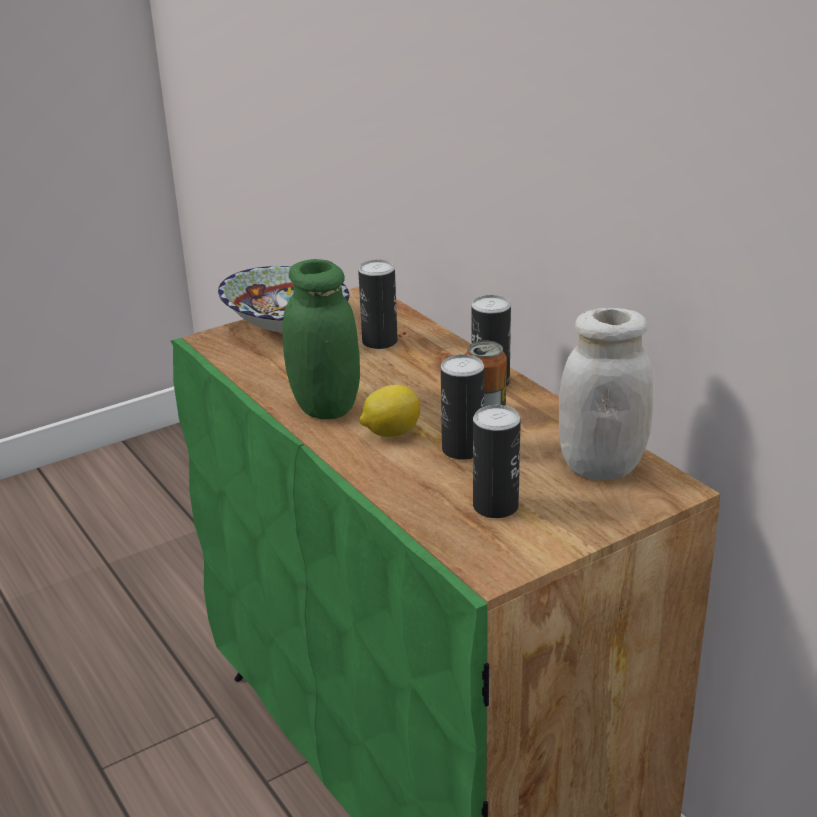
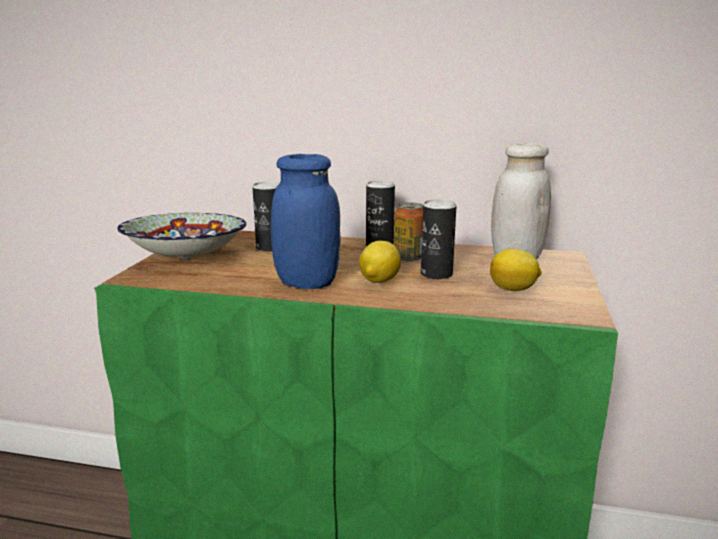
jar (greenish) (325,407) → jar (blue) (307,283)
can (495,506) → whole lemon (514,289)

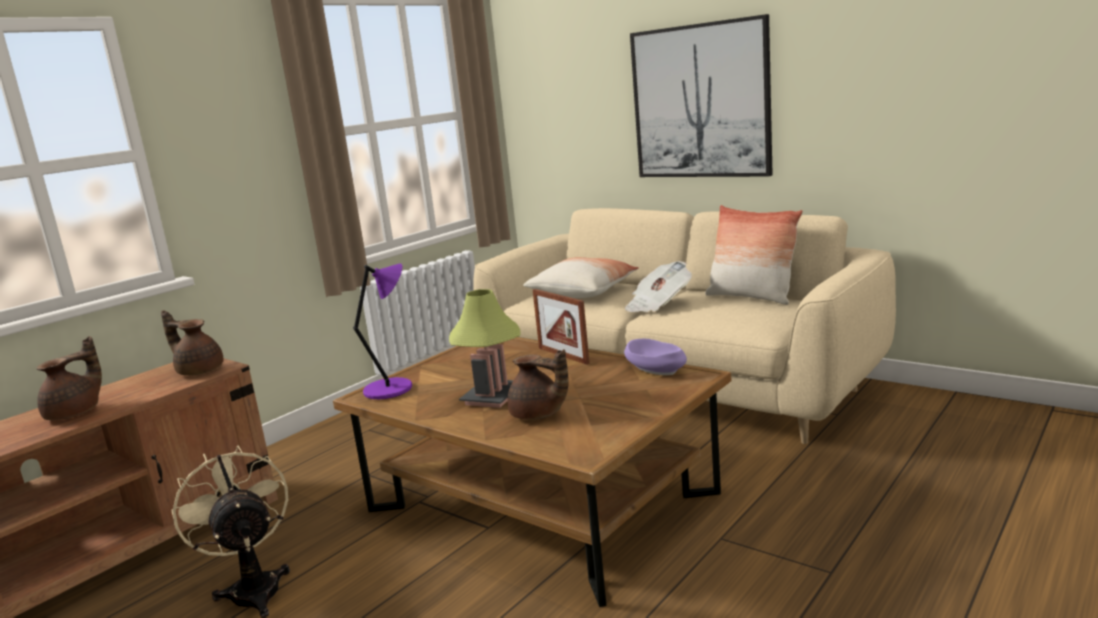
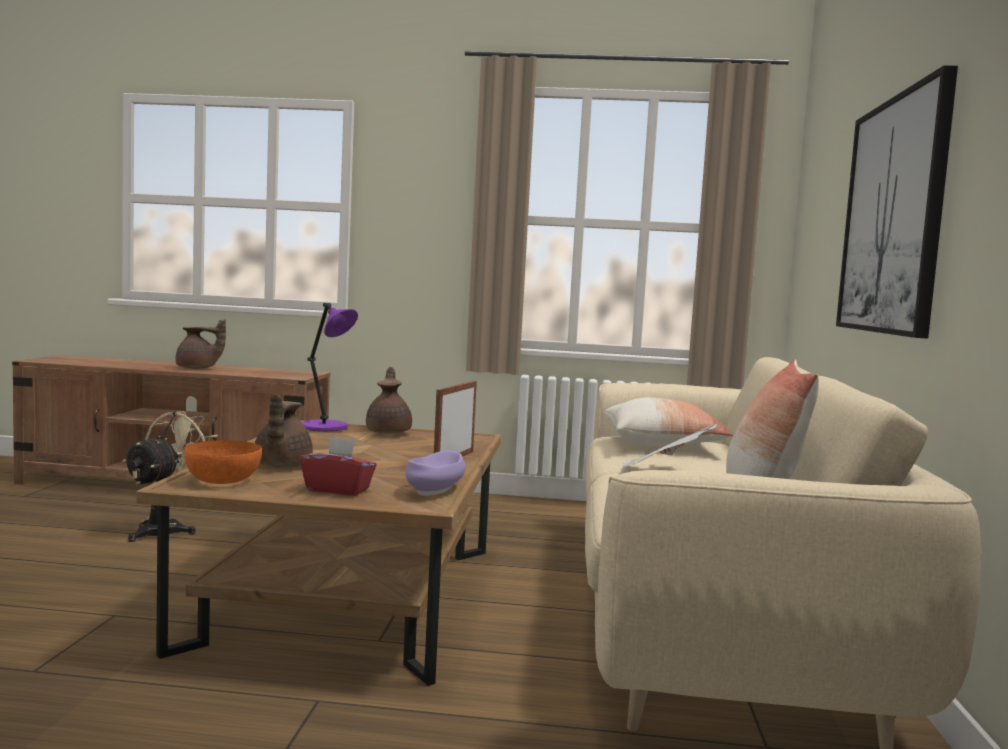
table lamp (492,397) → -
teapot (brown-coloured) (199,370) → teapot (brown-coloured) (389,432), move
- → tissue box (red) (338,490)
- → bowl (orangey) (224,480)

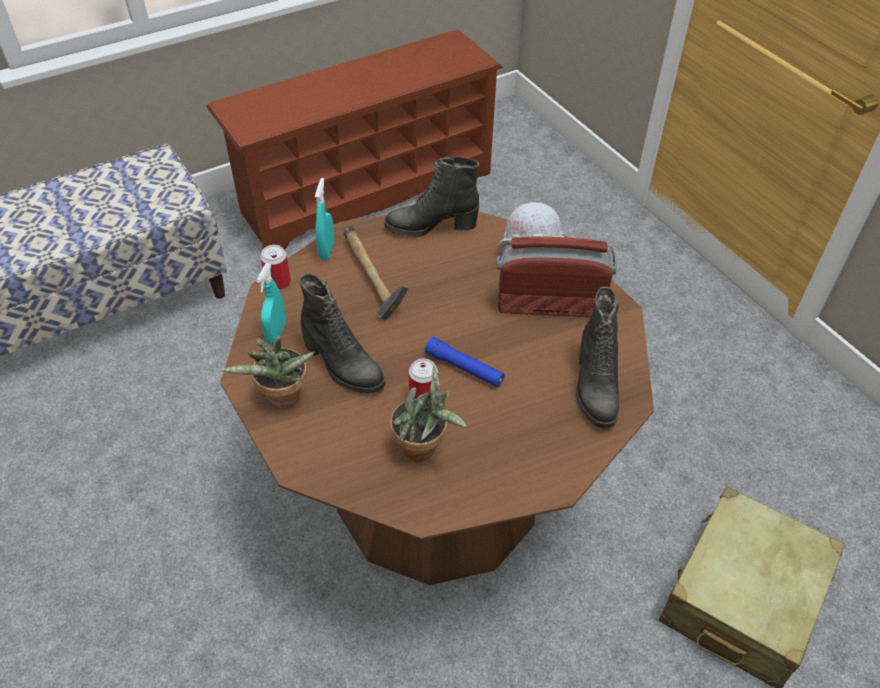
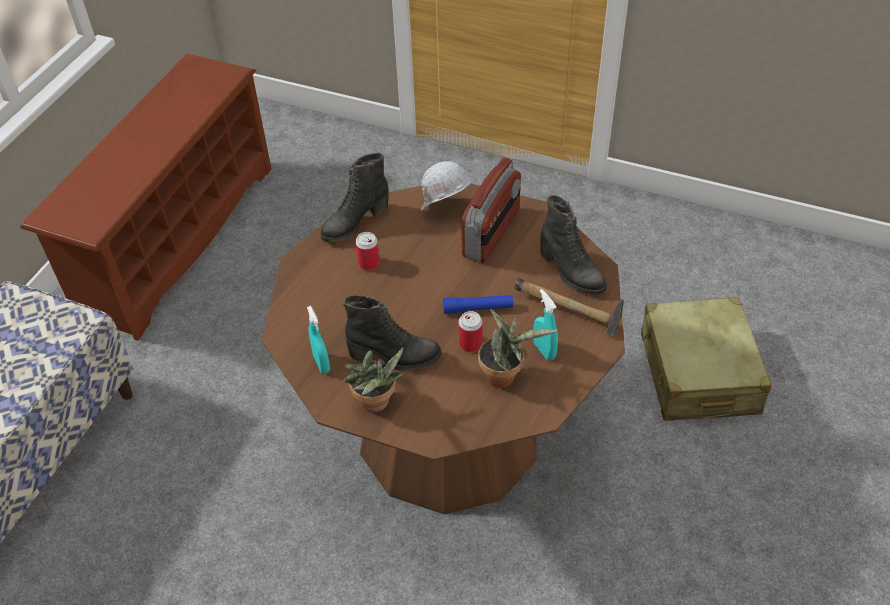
hand sprayer (turquoise-coloured) (327,251) → hand sprayer (turquoise-coloured) (544,350), move
hand hammer (371,281) → hand hammer (569,313), move
radio (549,305) → radio (492,234), 150 degrees clockwise
can (278,282) → can (369,263), move

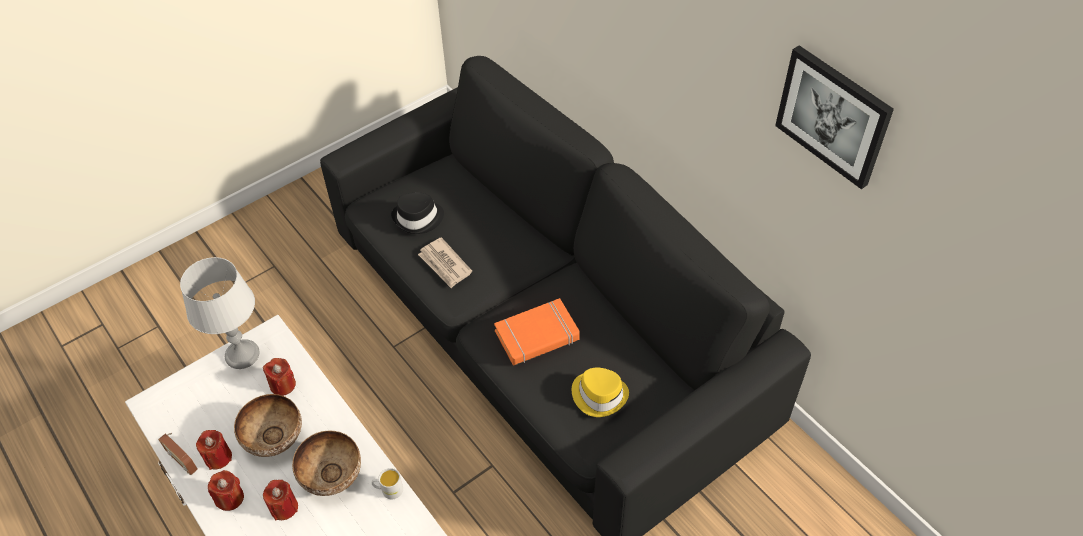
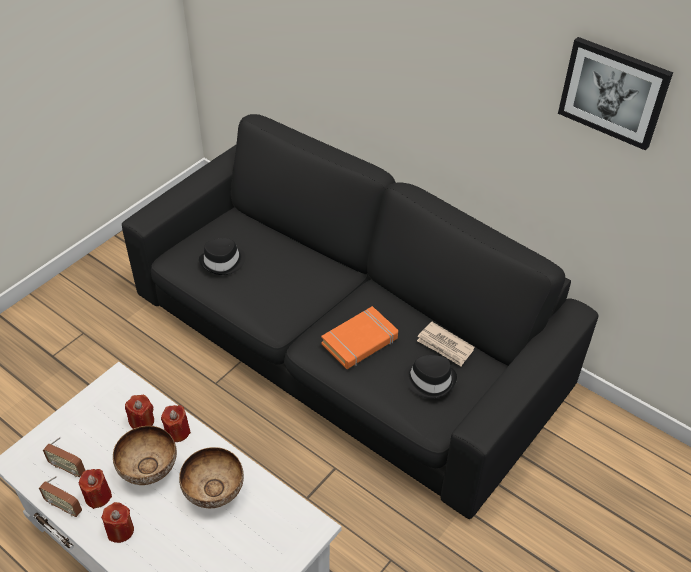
printed paper (445,265) → printed paper (445,346), move
table lamp (gray) (243,355) → -
wearable hat (yellow) (599,395) → wearable hat (blackish) (430,380)
tea mug (whitish) (388,490) → -
wax light (red) (284,507) → wax light (red) (177,432), move
- → radio (68,468)

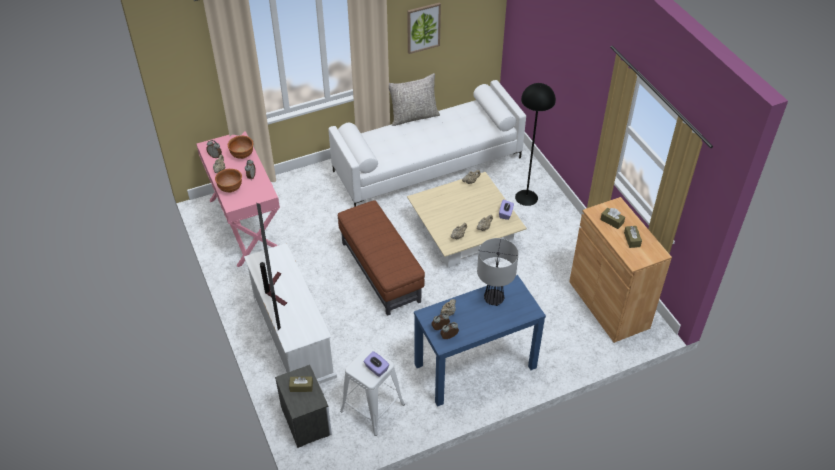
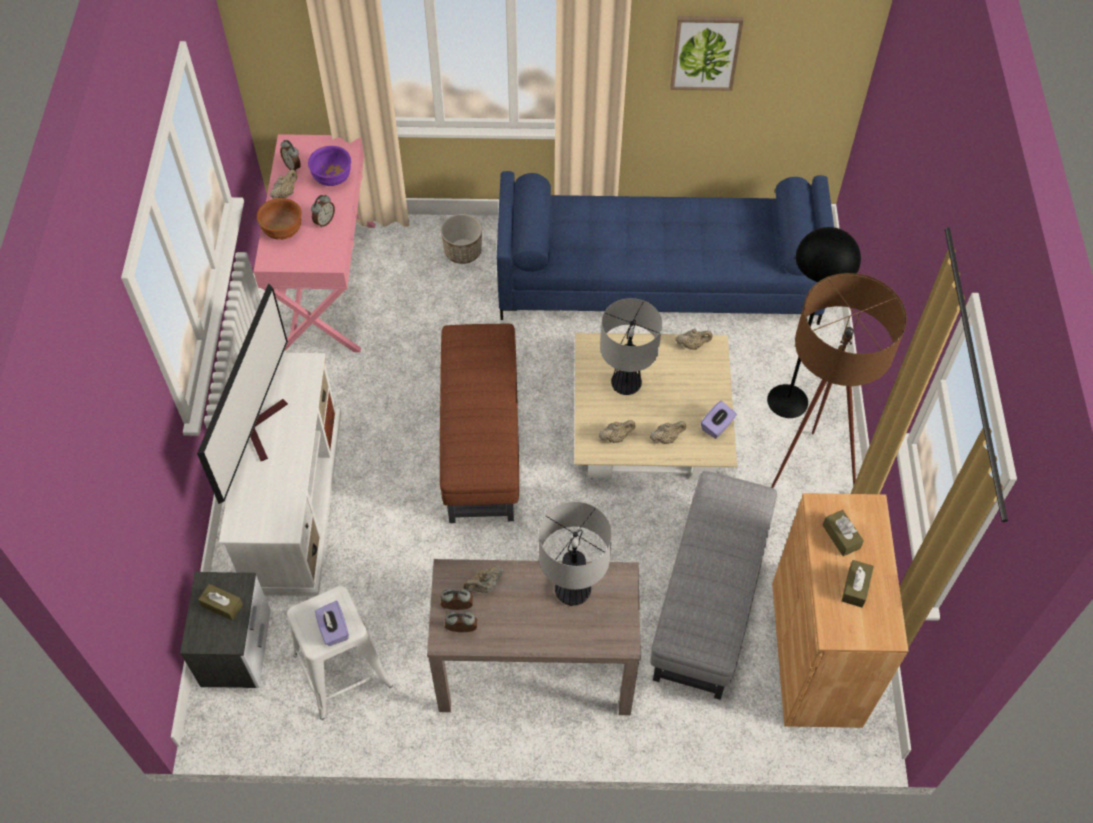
cushion (gray) (413,116) → -
settee (whitish) (427,164) → settee (blue) (659,280)
bowl (brown-coloured) (242,155) → bowl (purple) (332,179)
console table (blue) (475,366) → console table (brown-coloured) (534,669)
- → plant pot (463,252)
- → floor lamp (brown-coloured) (802,478)
- → table lamp (625,384)
- → footrest (gray) (709,602)

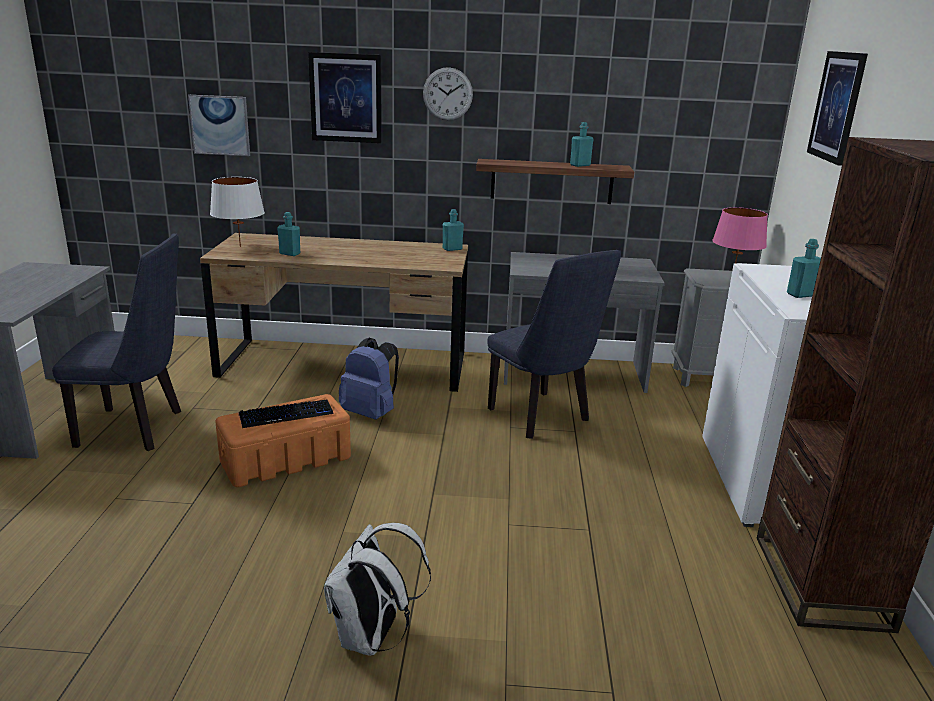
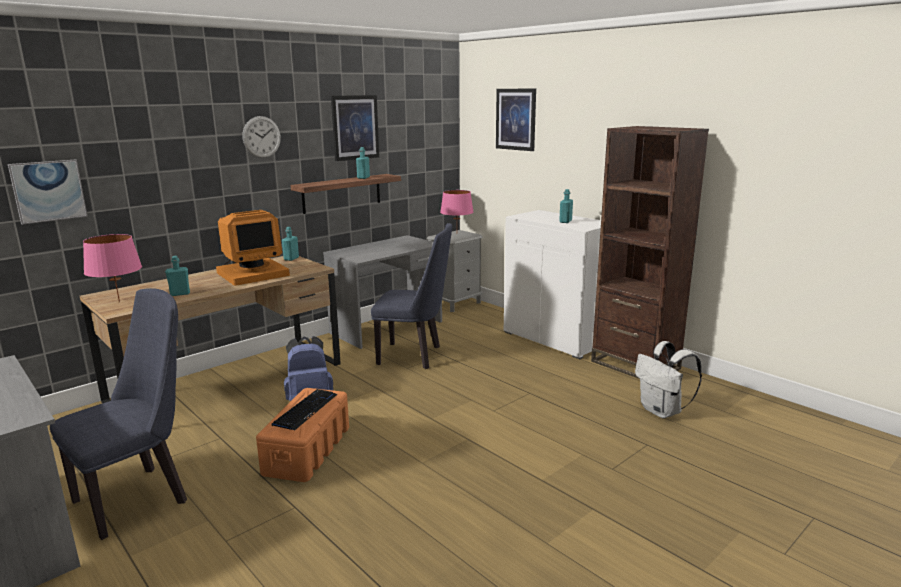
wall art (346,98) → wall art (355,127), move
table lamp (whitish) (240,246) → table lamp (pink) (119,302)
rucksack (whitish) (372,638) → rucksack (whitish) (662,411), move
- → computer screen (252,273)

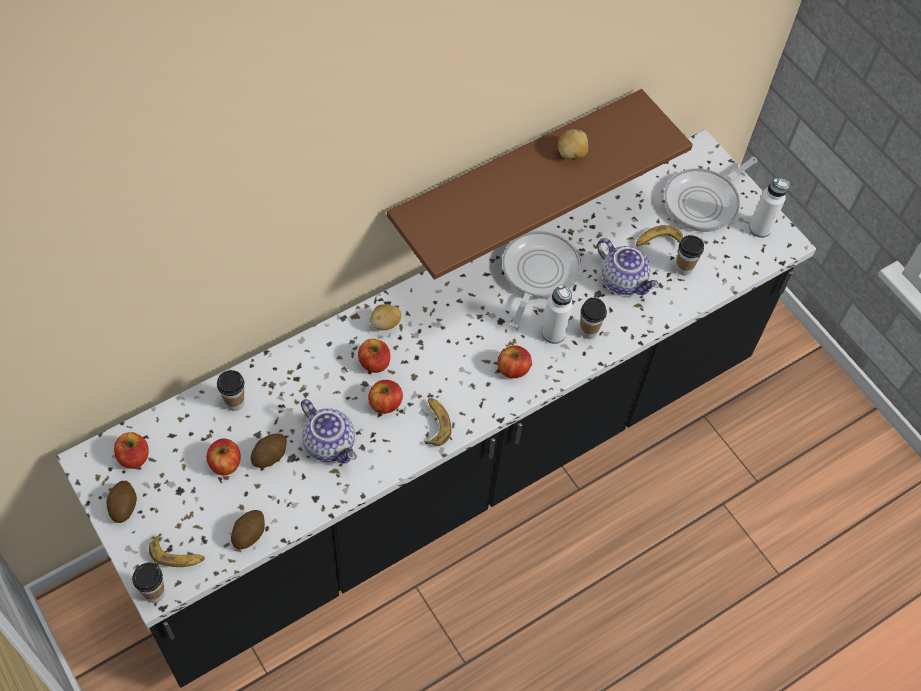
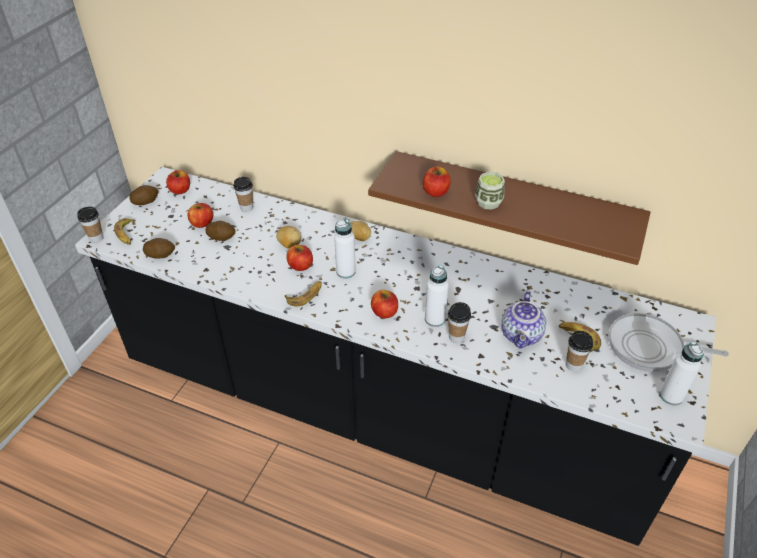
whole potato (571,154) → whole potato (289,245), move
pan (537,274) → -
apple fruit (374,363) → apple fruit (436,192), move
teapot (330,444) → -
- → small cup (488,202)
- → drink bottle (whitish) (346,272)

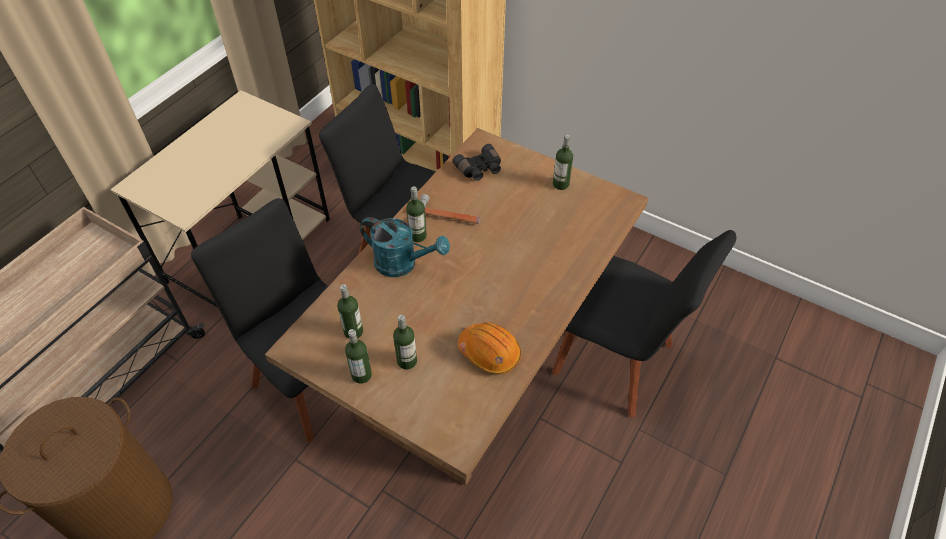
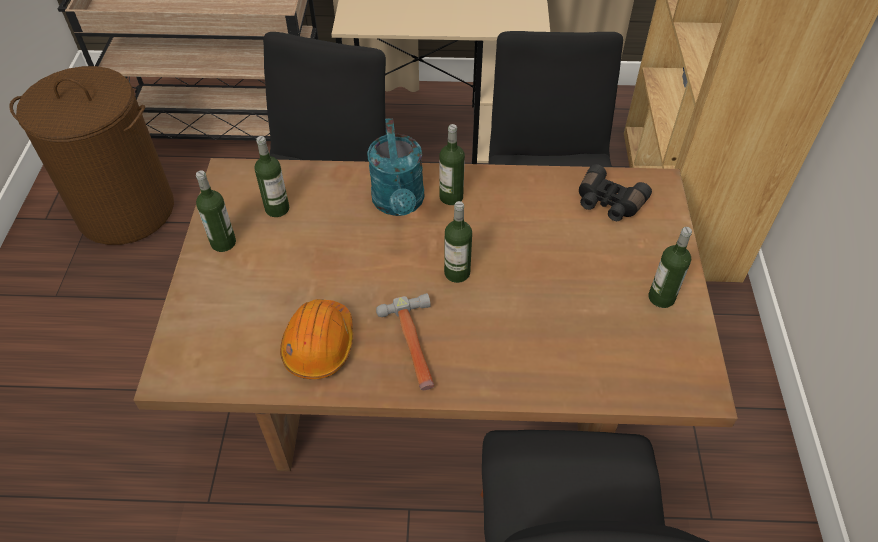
hand hammer (448,217) → hand hammer (414,346), move
drink bottle (407,361) → drink bottle (457,273), move

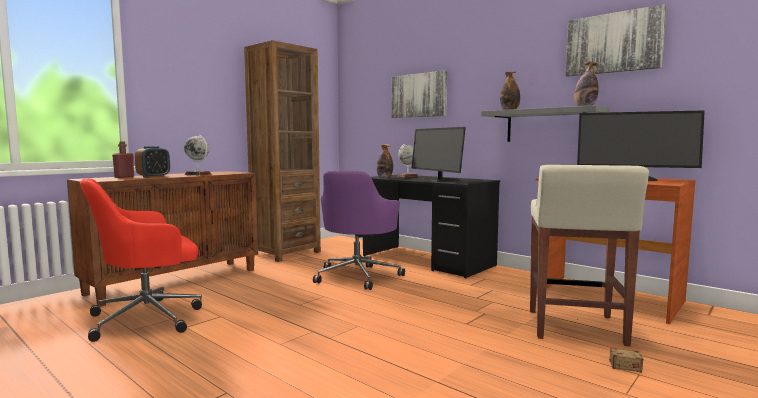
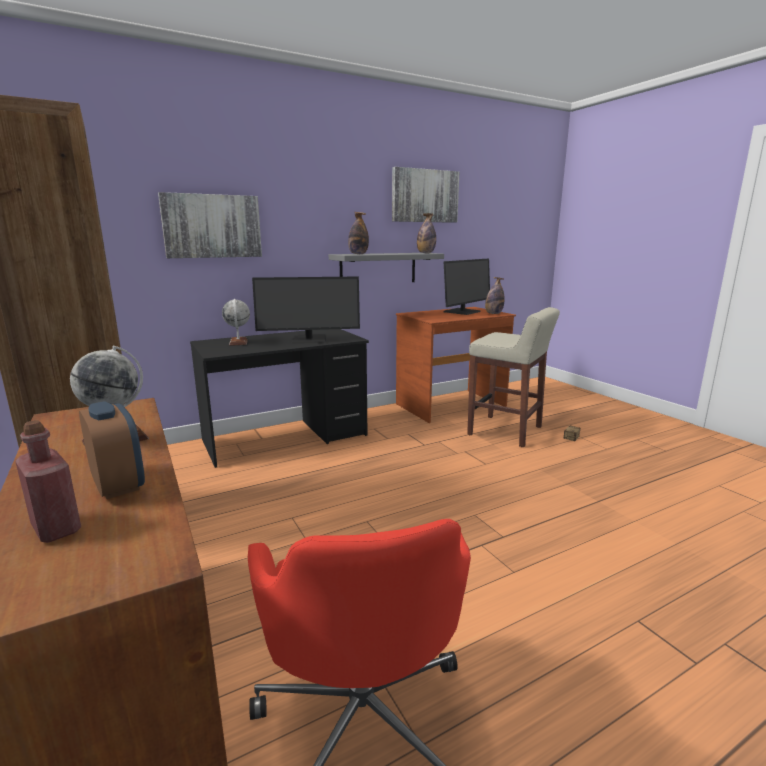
drink bottle (384,177) → drink bottle (493,313), move
office chair (purple) (358,276) → -

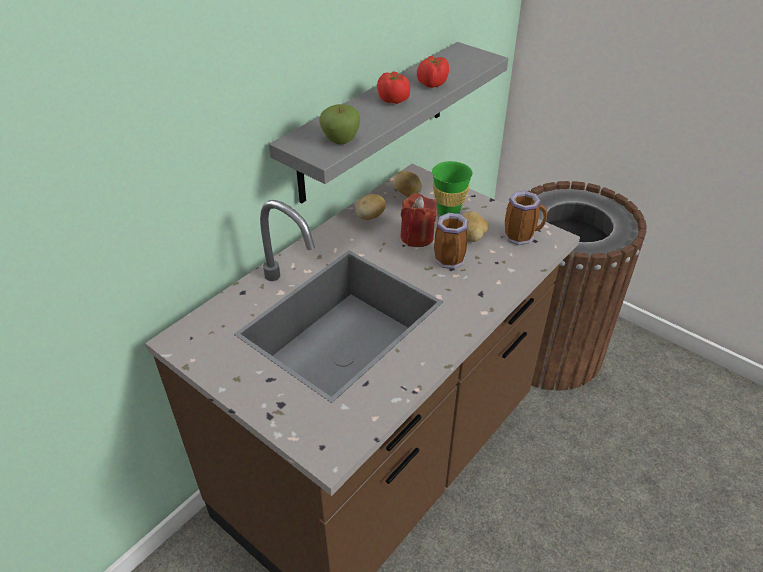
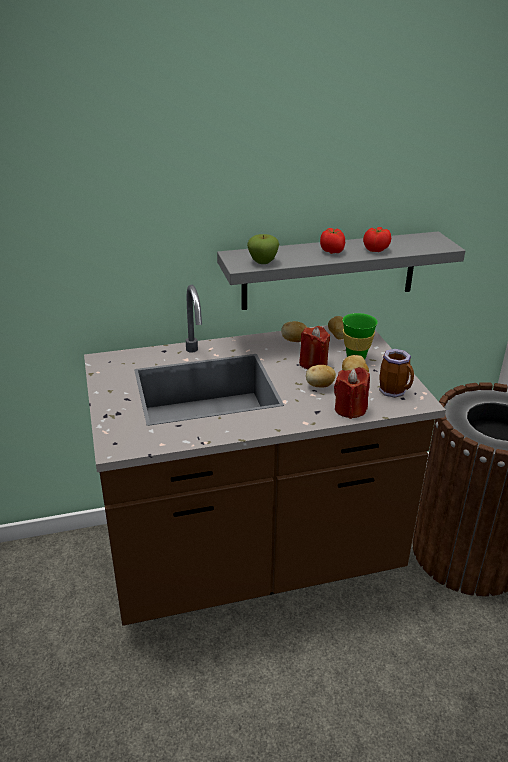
tea mug (451,261) → whole potato (319,386)
- → wax light (red) (350,409)

